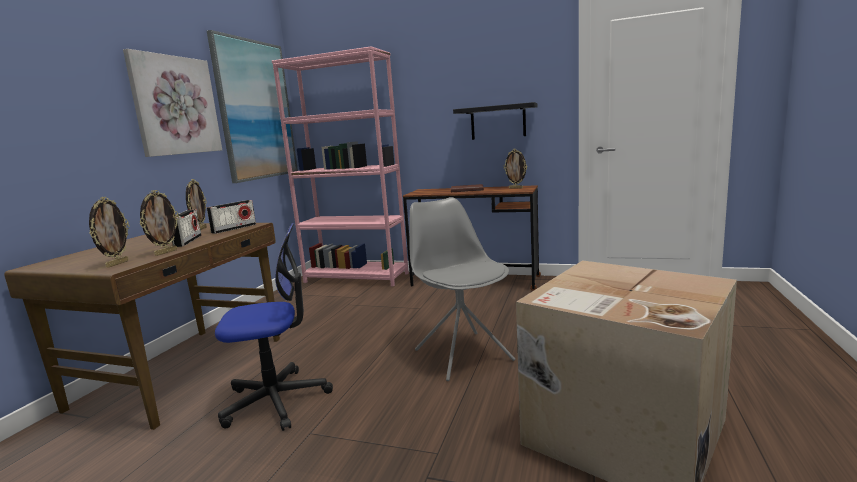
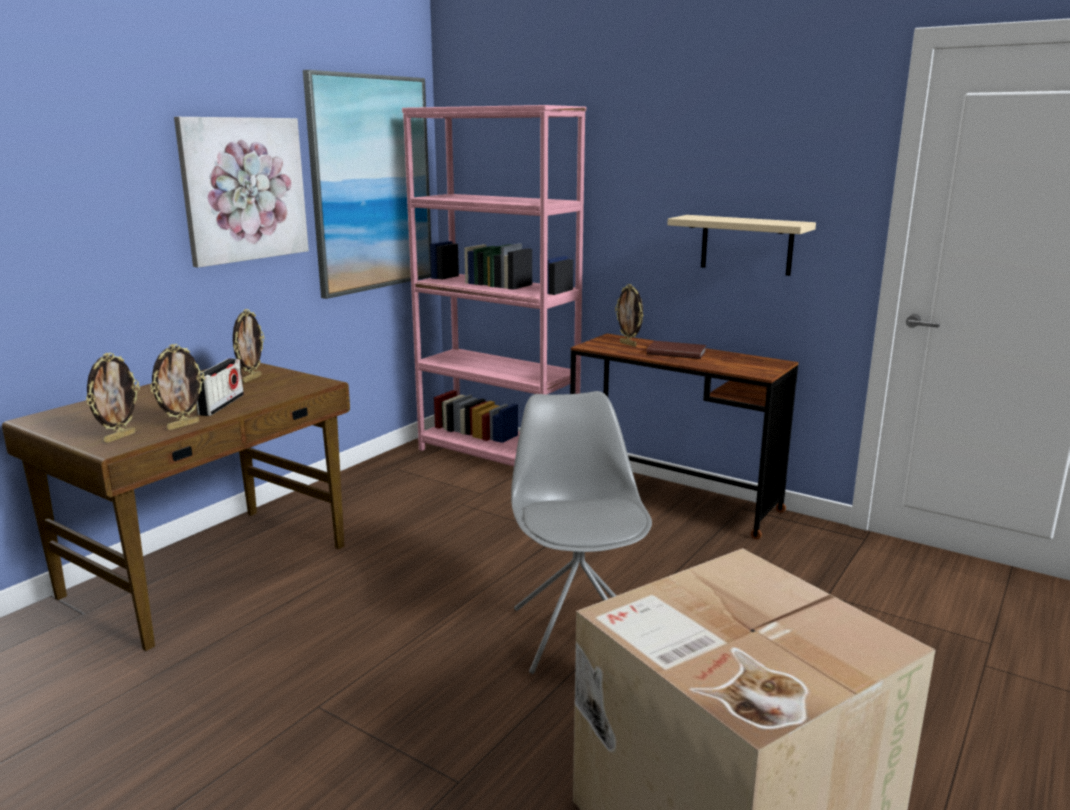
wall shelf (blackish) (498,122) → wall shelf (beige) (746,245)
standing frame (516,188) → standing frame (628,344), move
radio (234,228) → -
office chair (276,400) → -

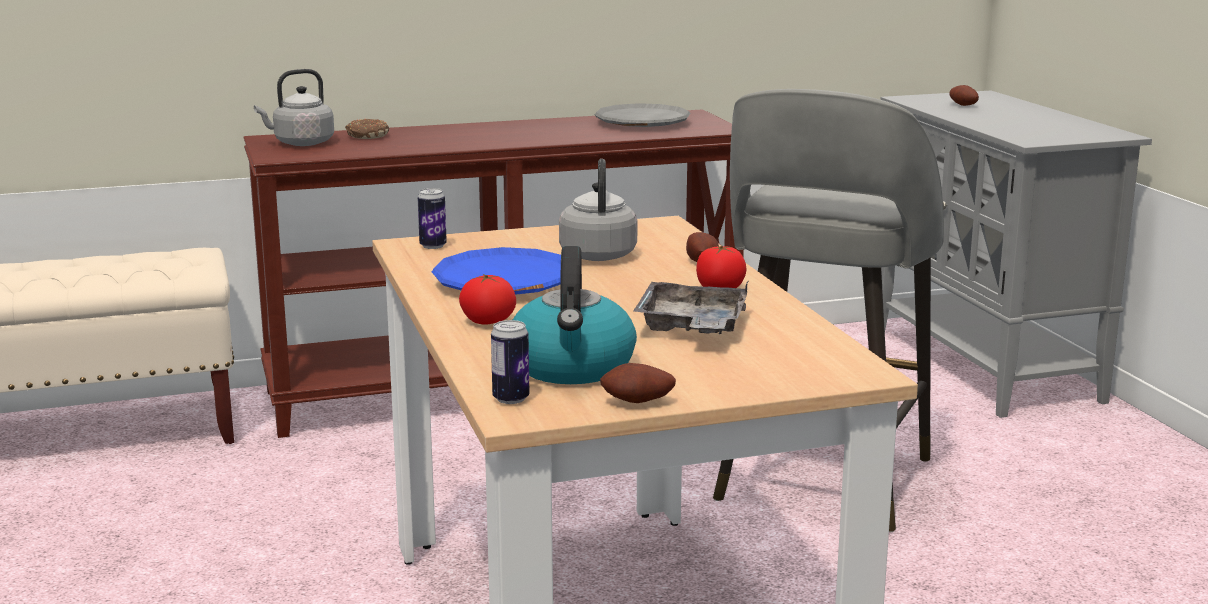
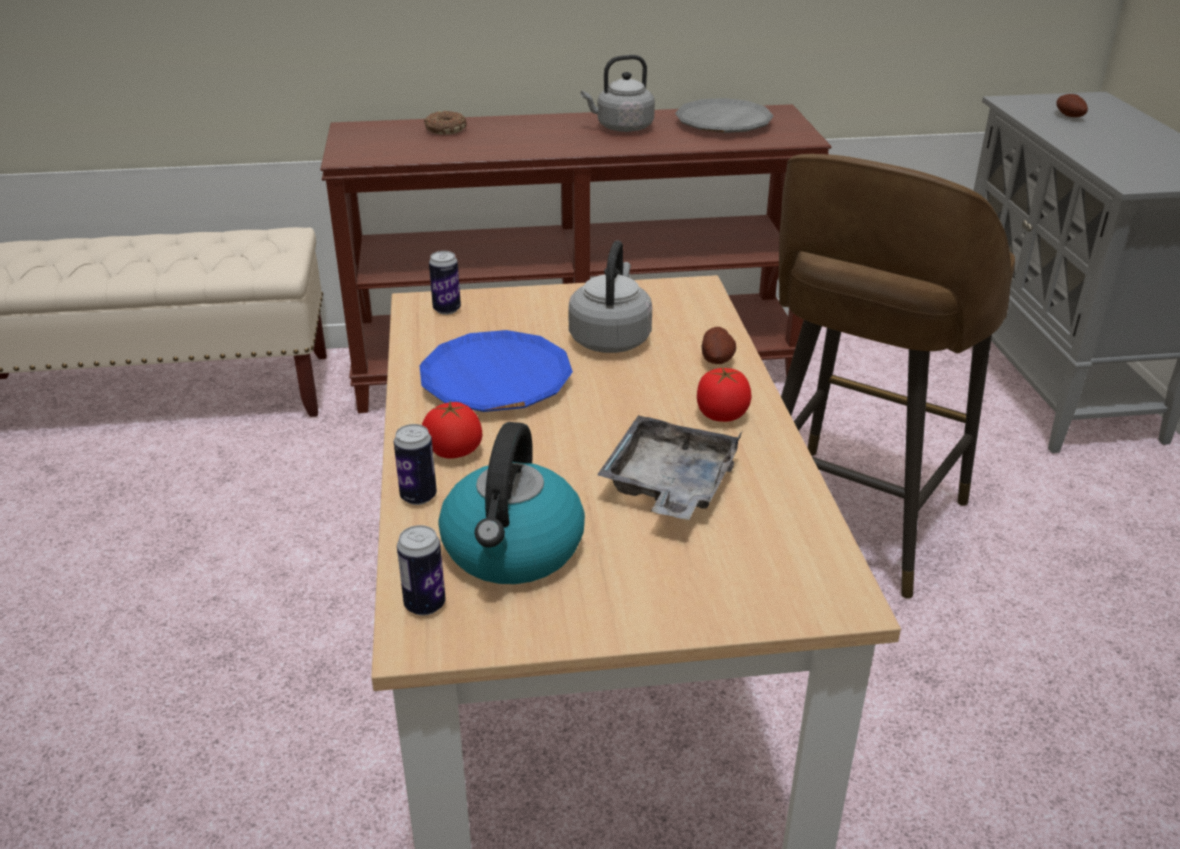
tea kettle (gray) (300,143) → tea kettle (gray) (621,128), move
stool (gray) (821,482) → stool (brown-coloured) (851,522)
whole potato (637,403) → -
- → can (418,497)

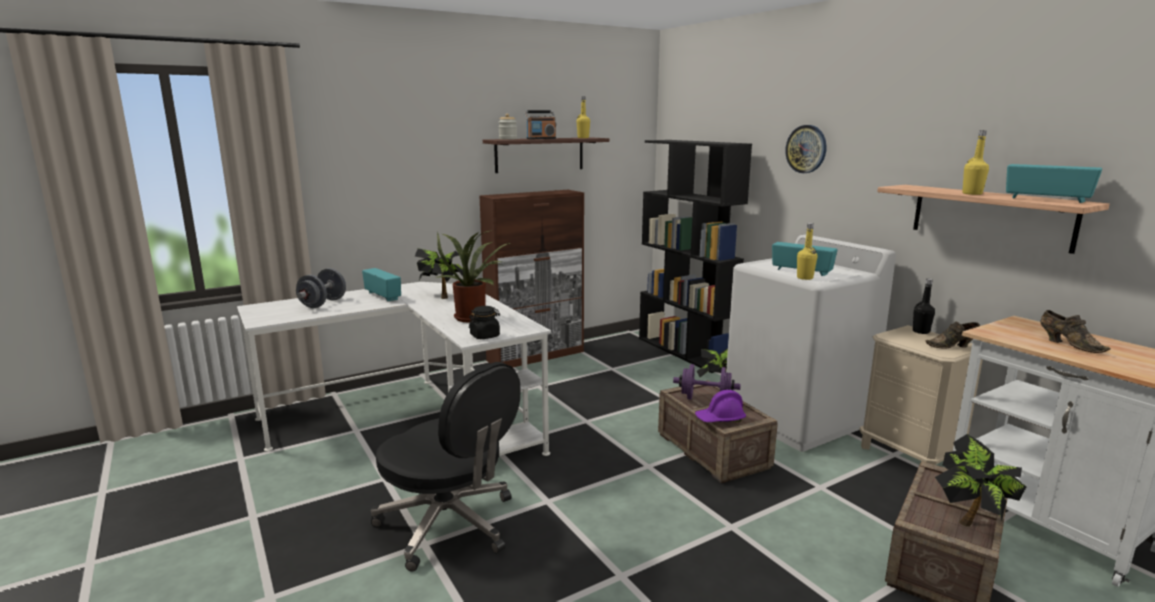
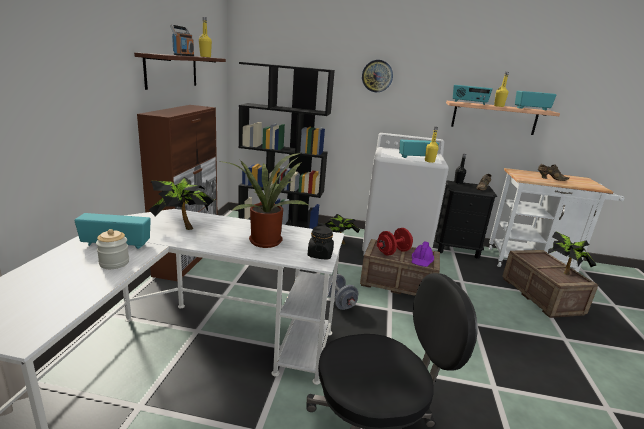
jar (508,139) → jar (114,263), move
free weight (gray) (323,303) → free weight (gray) (339,302), move
nightstand (beige) (909,455) → nightstand (blackish) (457,249)
free weight (purple) (705,399) → free weight (red) (393,252)
- → radio (469,103)

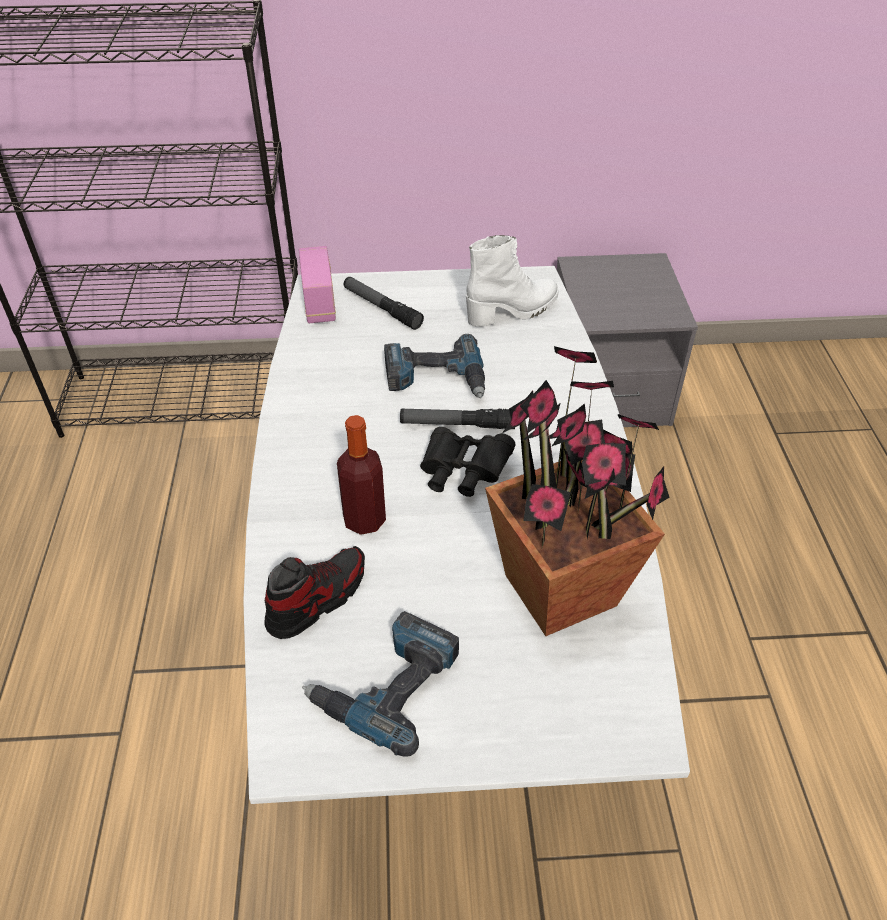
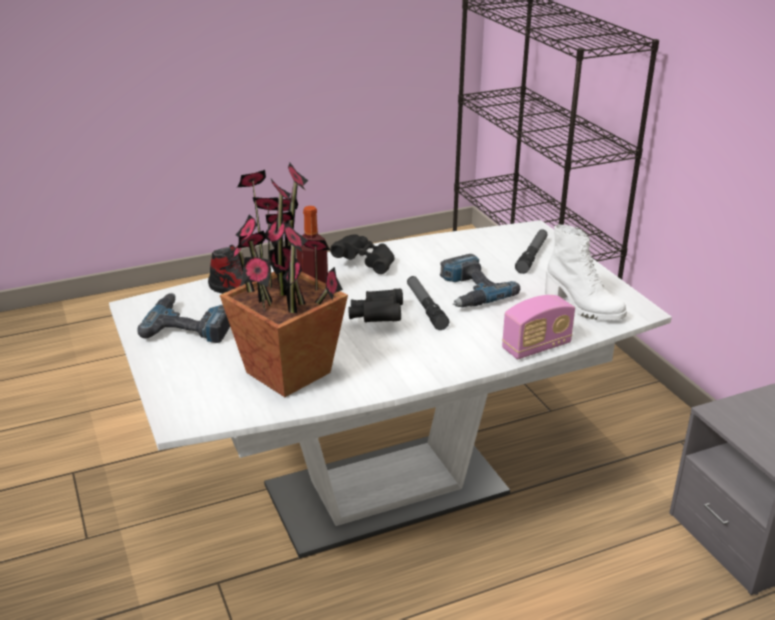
radio (319,304) → radio (536,347), move
- → field glasses (blackish) (365,263)

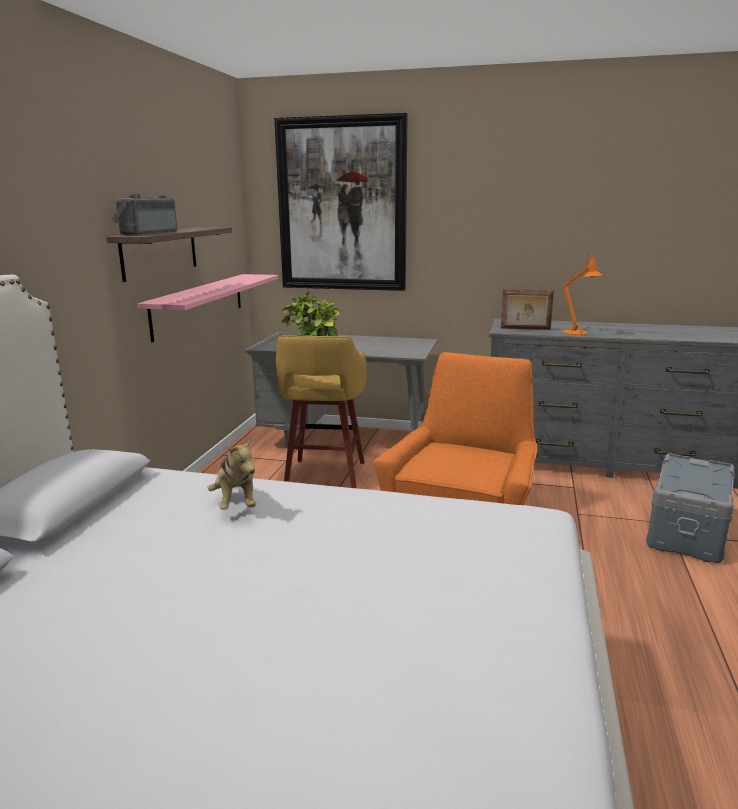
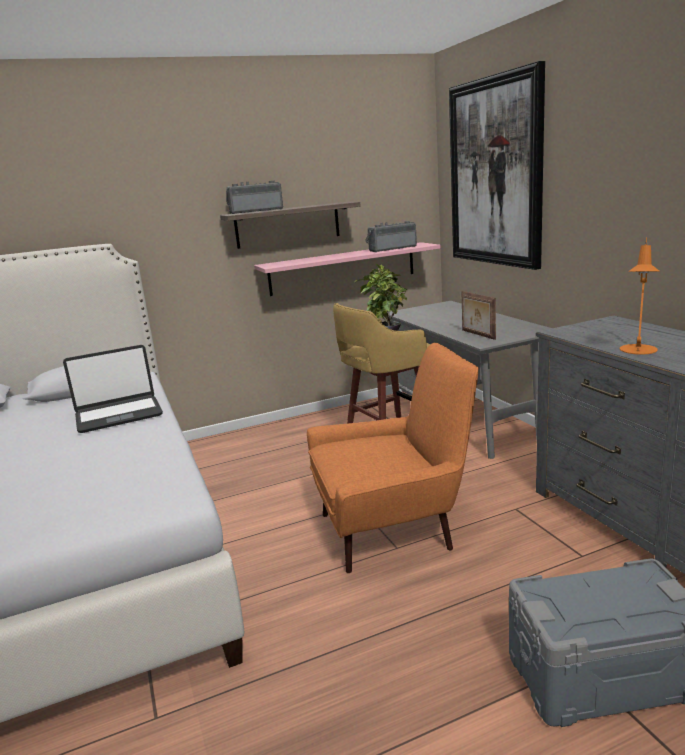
standing frame (525,329) → standing frame (477,335), move
soft toy (236,502) → laptop (118,415)
- → radio (391,248)

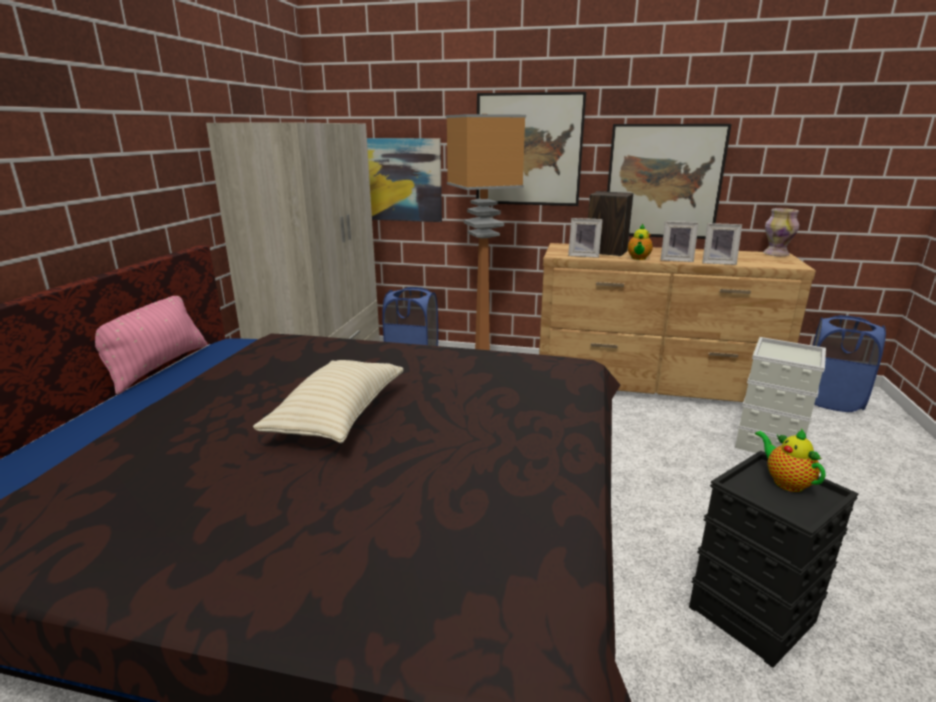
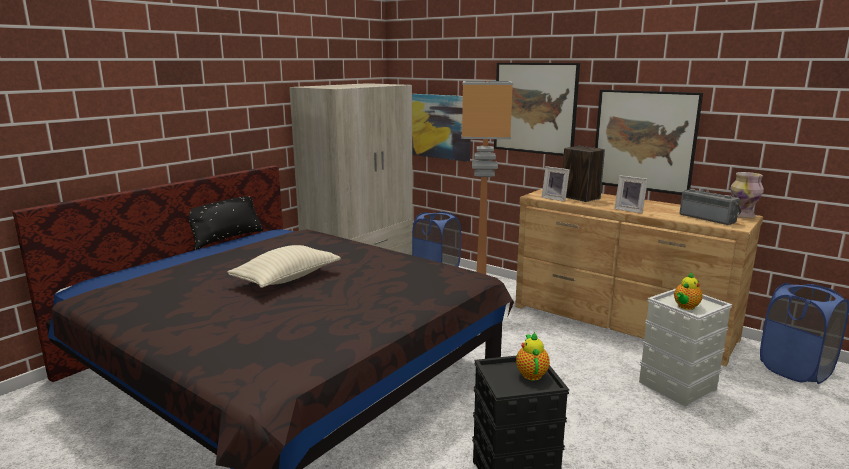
standing frame (718,262) → -
teapot (638,258) → teapot (685,307), move
cushion (pink) (158,367) → cushion (blackish) (227,239)
- → radio (708,218)

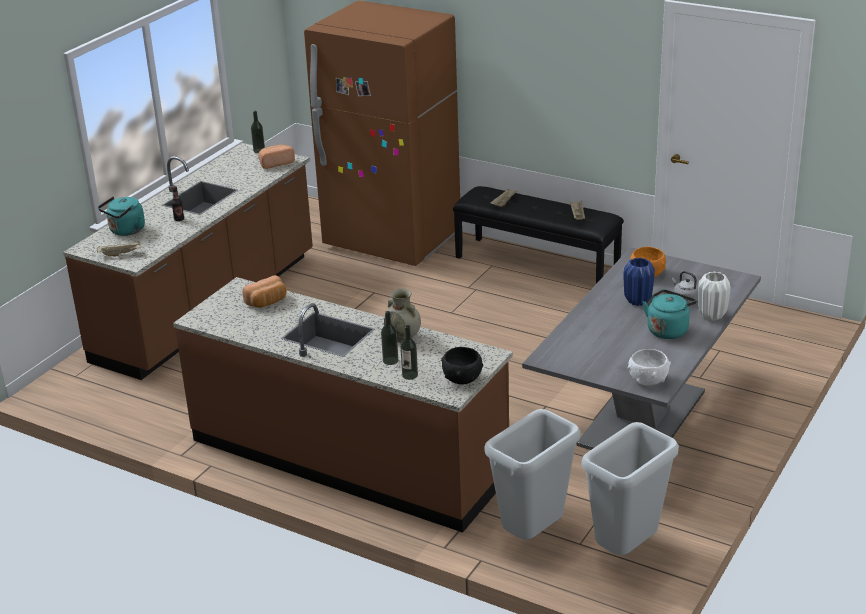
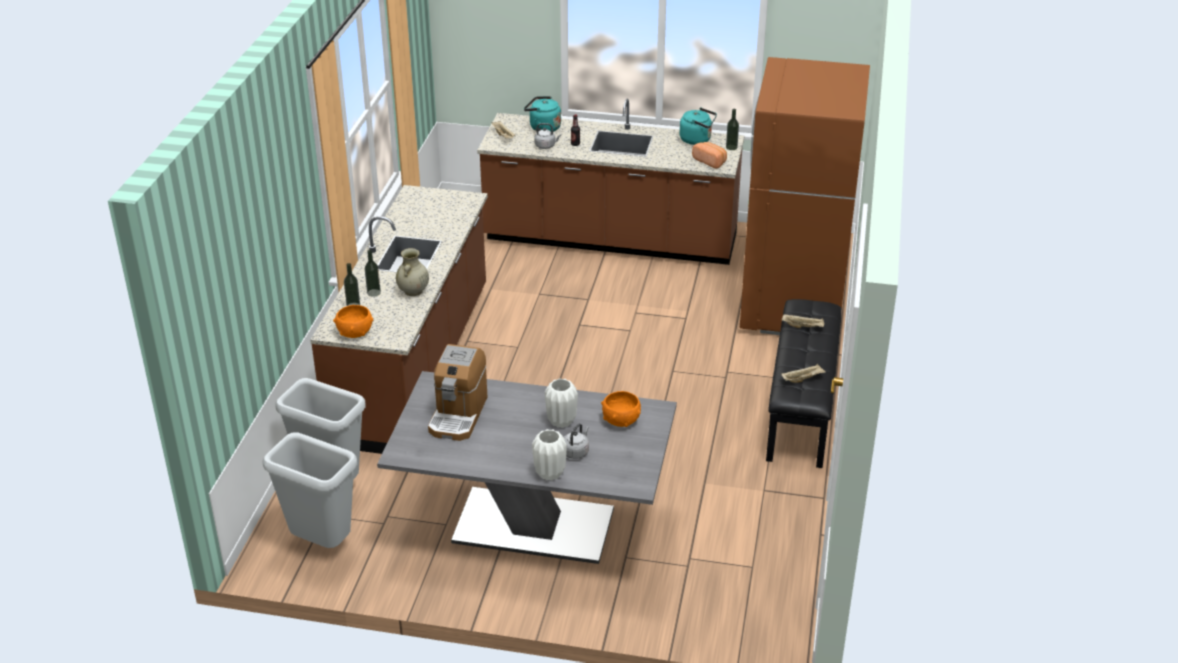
vase (blue) (637,301) → vase (whitish) (561,421)
baked bread (267,302) → -
tea kettle (turquoise-coloured) (668,330) → tea kettle (turquoise-coloured) (697,139), move
bowl (blackish) (462,378) → bowl (orangey) (355,332)
bowl (whitish) (648,380) → -
- → tea kettle (gray) (546,146)
- → coffee machine (458,415)

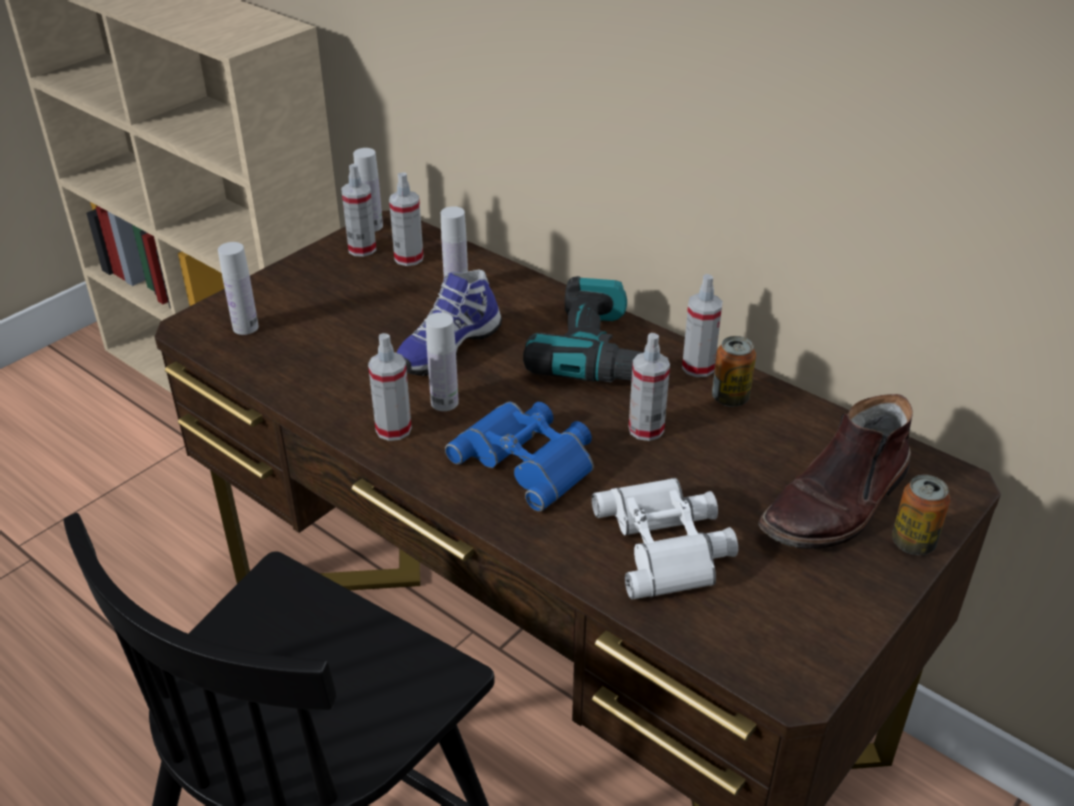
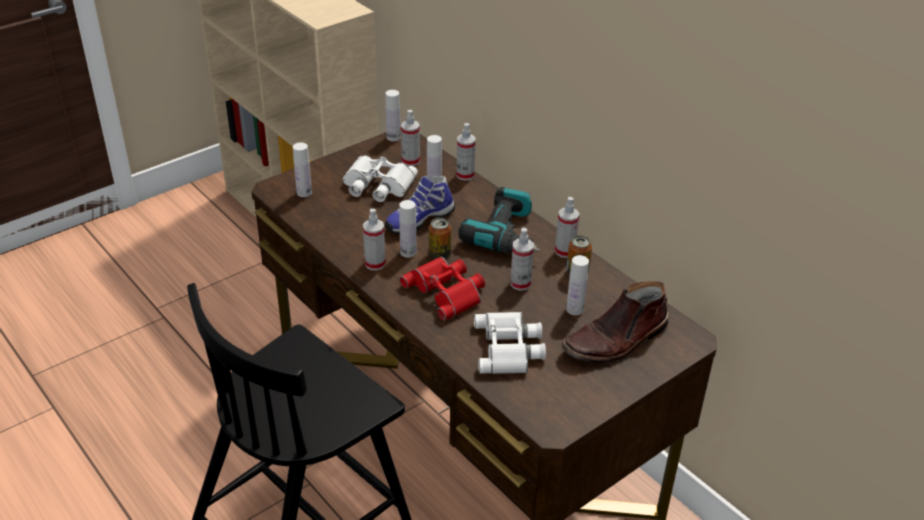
hand sprayer (362,249) → hand sprayer (465,175), move
field glasses (blue) (529,459) → field glasses (red) (447,291)
can (913,543) → can (439,254), move
- → field glasses (whitish) (377,185)
- → drink bottle (whitish) (574,309)

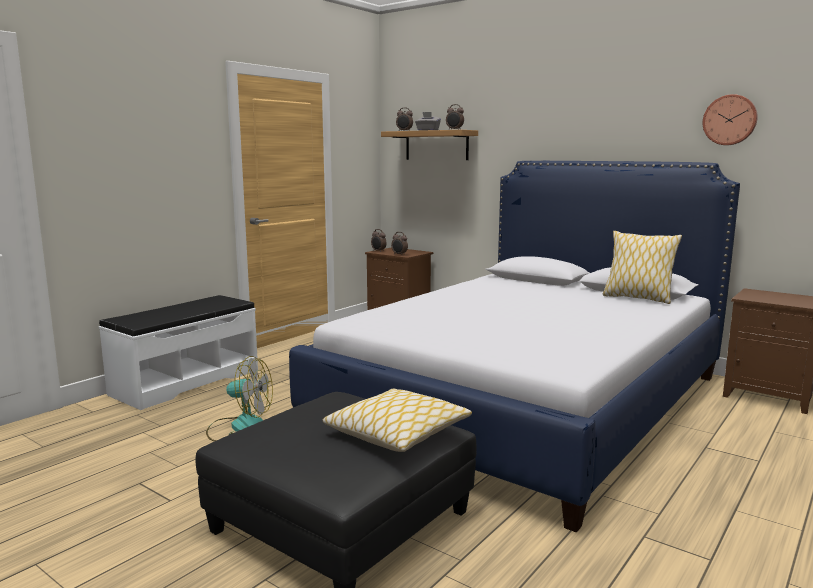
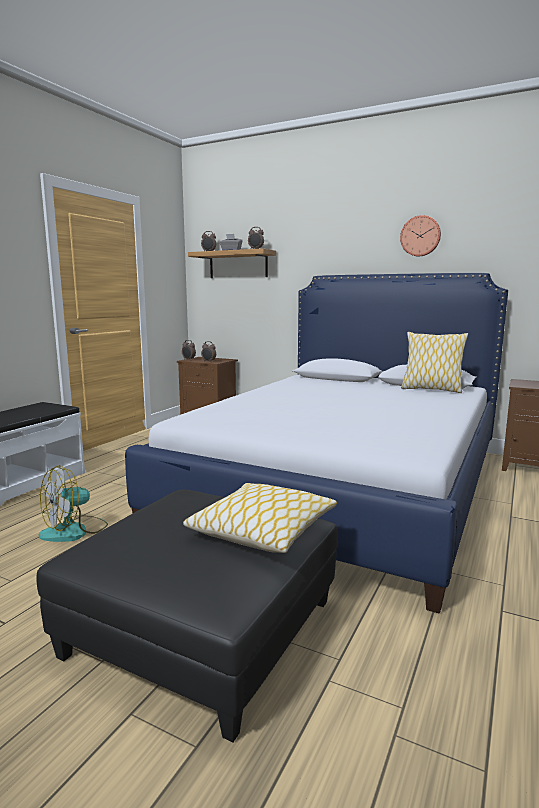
wall clock (730,120) → wall clock (420,236), move
cooling fan (240,427) → cooling fan (74,531), 135 degrees clockwise

